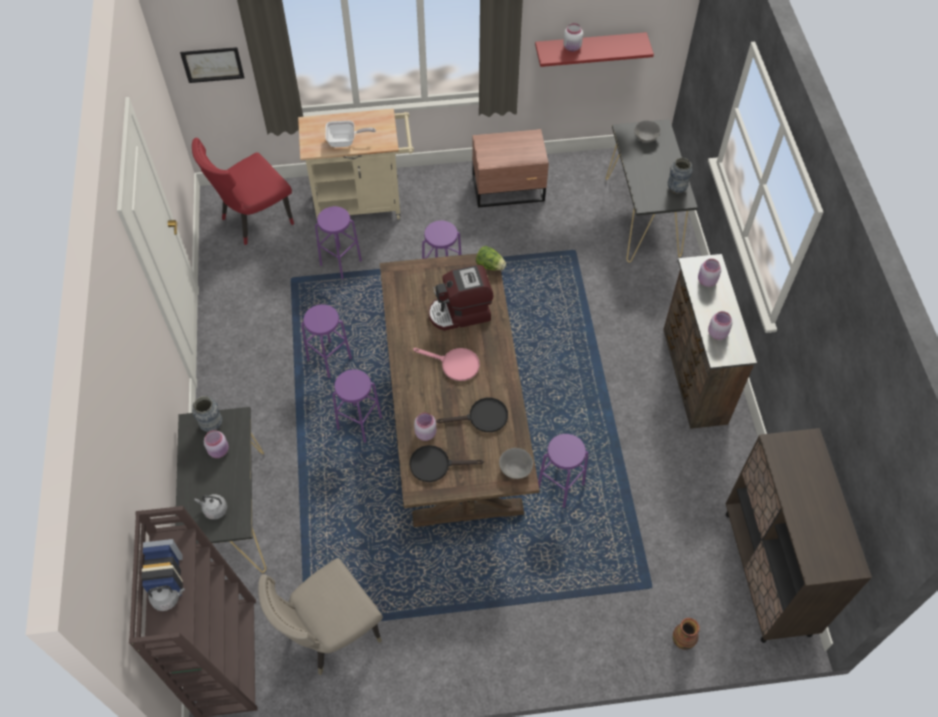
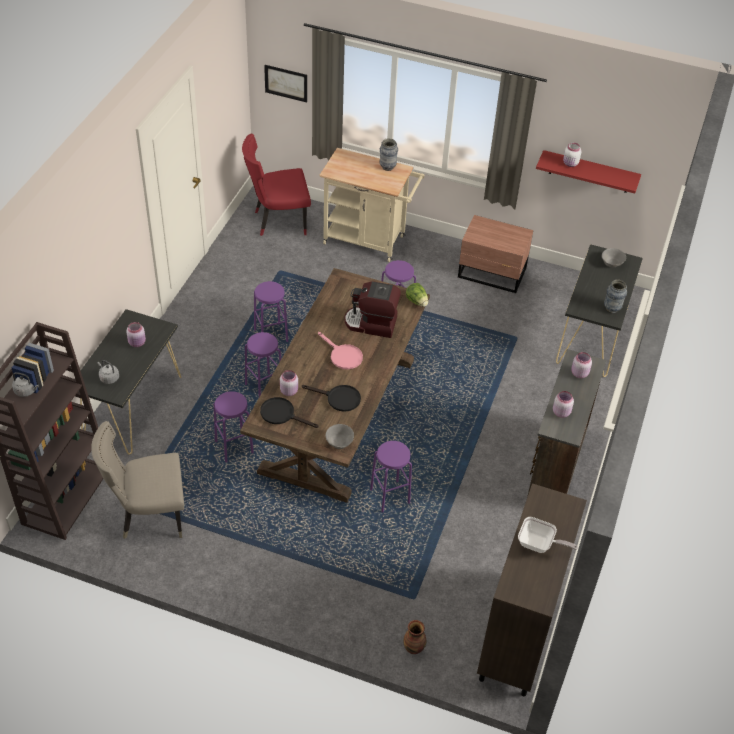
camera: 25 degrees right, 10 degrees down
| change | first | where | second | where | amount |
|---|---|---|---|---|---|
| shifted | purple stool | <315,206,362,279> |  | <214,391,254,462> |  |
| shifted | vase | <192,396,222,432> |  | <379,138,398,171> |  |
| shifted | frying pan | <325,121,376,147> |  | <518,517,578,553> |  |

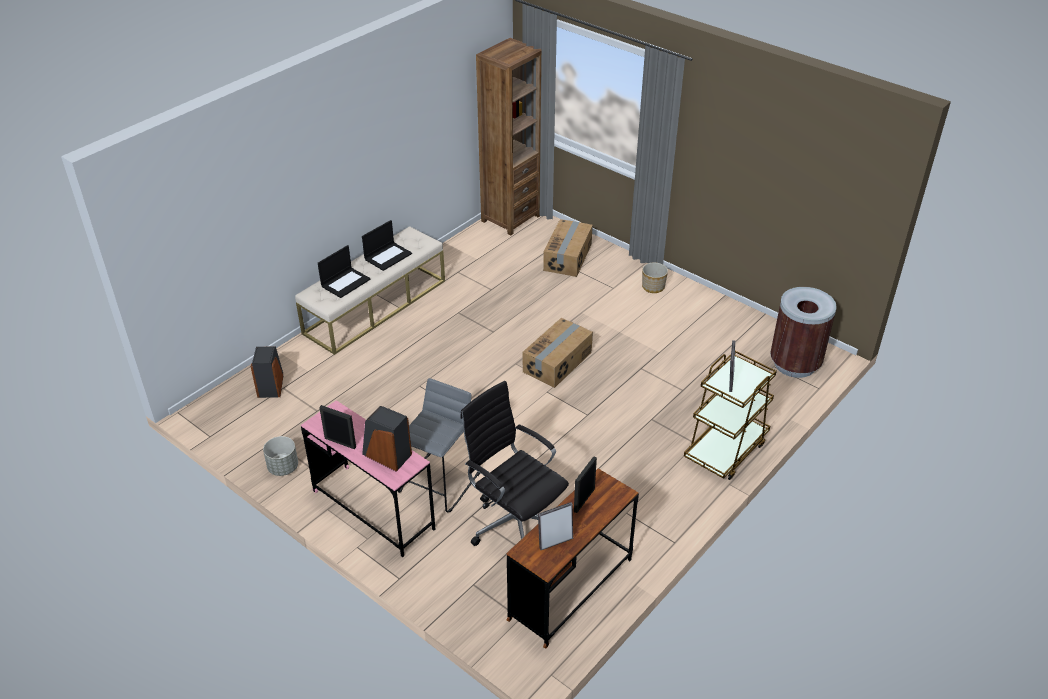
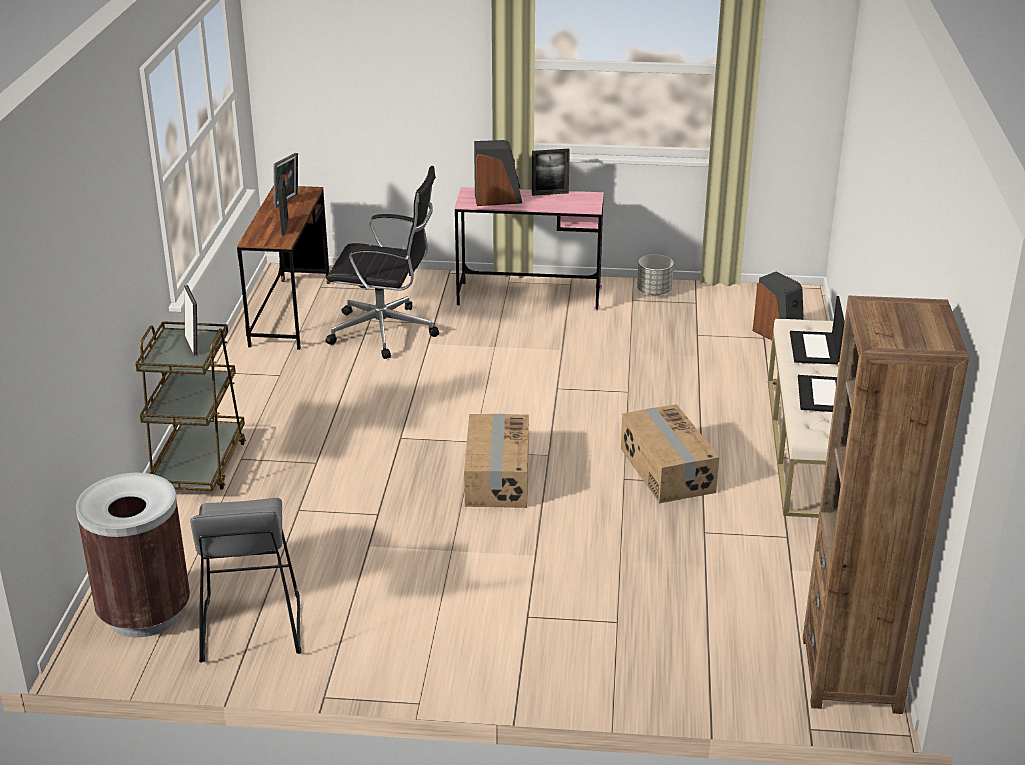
camera: 145 degrees right, 10 degrees down
| change | first | where | second | where | amount |
|---|---|---|---|---|---|
| shifted | grey stool | <398,378,480,512> |  | <190,498,301,662> |  |
| shifted | cardboard box | <543,219,593,277> |  | <621,404,719,503> |  |
| gone | planter | <642,263,668,293> |  |  |  |

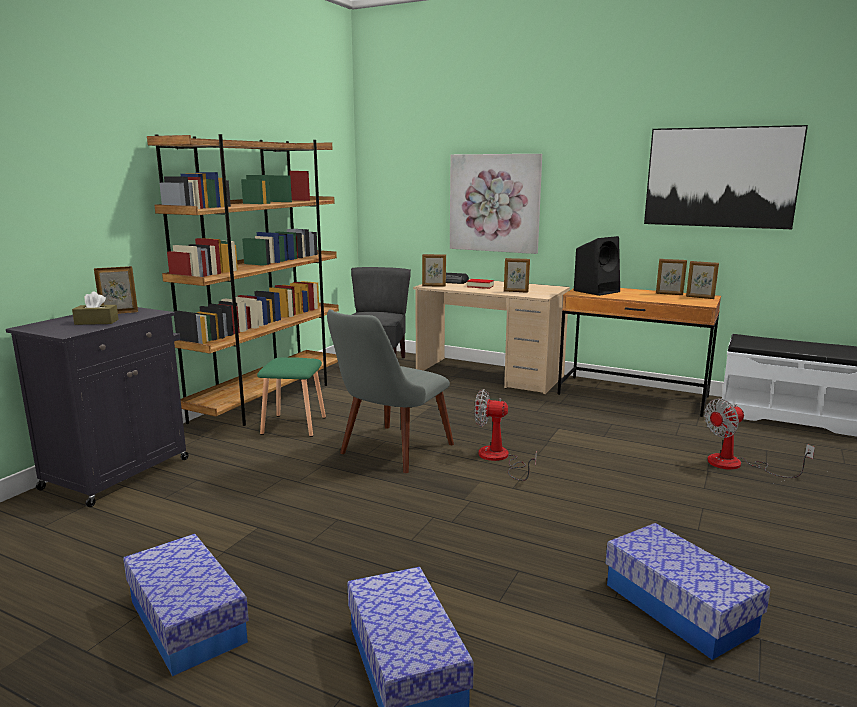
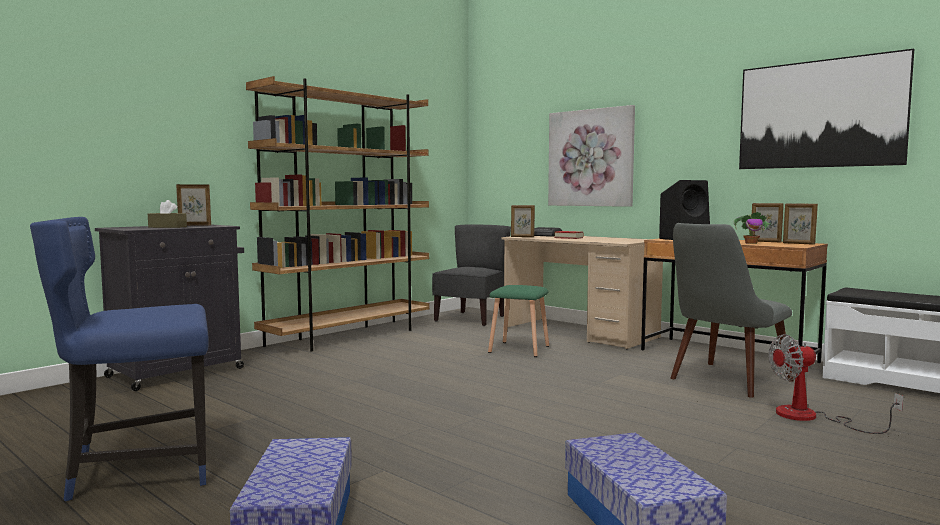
camera: 15 degrees right, 10 degrees down
| change | first | where | second | where | amount |
|---|---|---|---|---|---|
| swapped | storage box | <123,534,249,676> | blue chair | <30,217,209,502> |  |
| shifted | green stool | <257,357,326,437> |  | <488,285,549,357> |  |
| shifted | grey chair | <327,309,454,473> |  | <670,223,794,398> |  |
| new |  |  | potted plant | <733,212,770,244> |  |
| gone | fan | <475,389,537,481> |  |  |  |
| gone | picture frame | <504,258,530,293> |  |  |  |

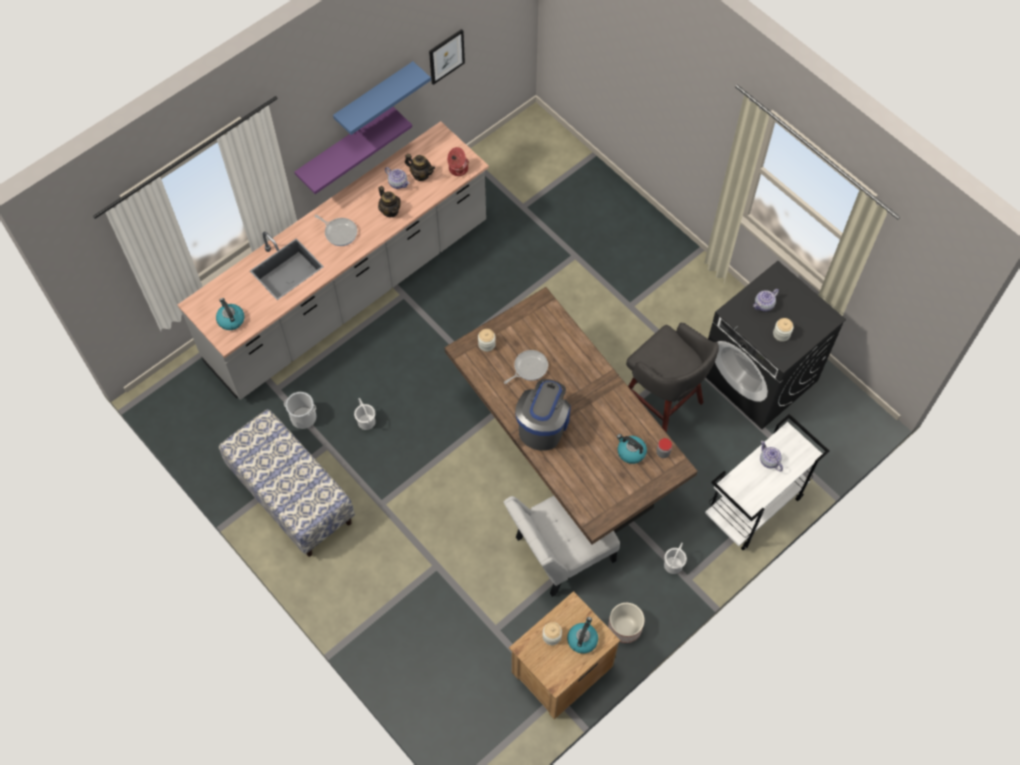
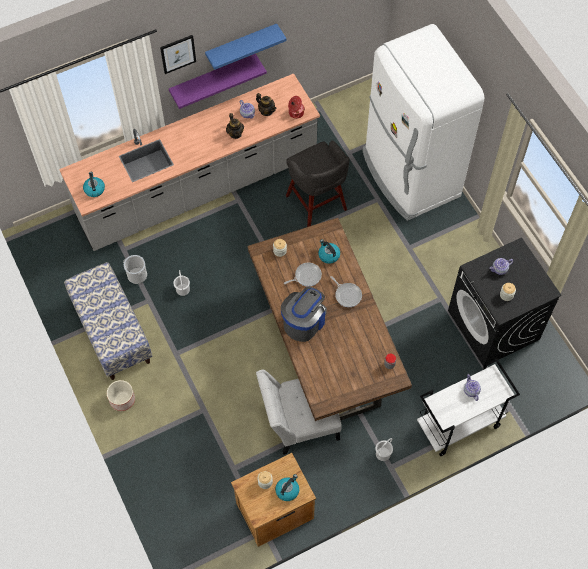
camera: 15 degrees right, 0 degrees up
| change | first | where | second | where | amount |
|---|---|---|---|---|---|
| shifted | planter | <608,603,645,643> |  | <107,380,135,411> |  |
| shifted | picture | <429,29,465,85> |  | <160,35,196,74> |  |
| shifted | grey stool | <626,323,719,433> |  | <286,140,349,227> |  |
| shifted | kettle | <617,434,647,464> |  | <318,239,340,264> |  |
| shifted | frying pan | <315,215,357,246> |  | <330,276,362,307> |  |
| new |  |  | white fridge | <363,24,484,221> |  |

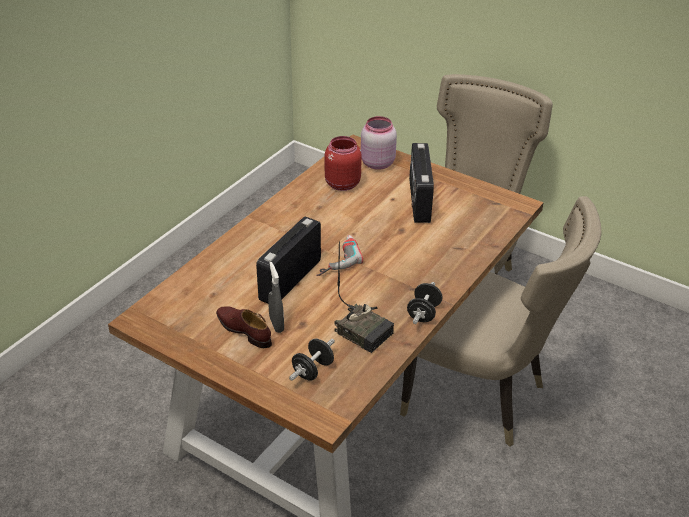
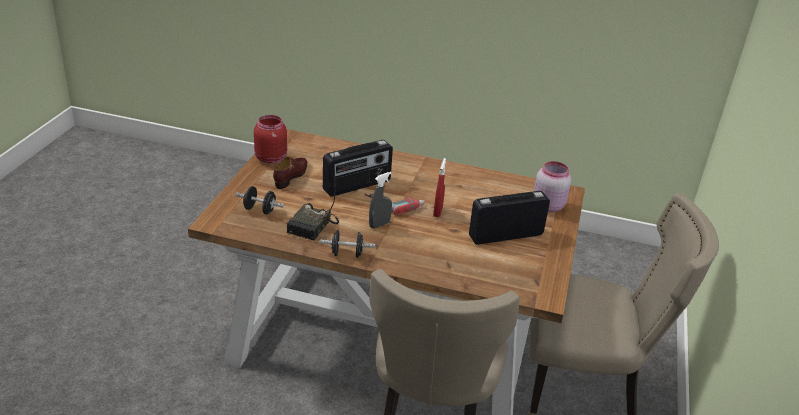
camera: 70 degrees right, 5 degrees down
| change | first | where | second | where | amount |
|---|---|---|---|---|---|
| shifted | red jar | <325,136,362,191> |  | <254,115,287,164> |  |
| rotated | radio | <256,216,321,304> |  | <323,140,393,197> | 135 degrees clockwise |
| shifted | grey spray bottle | <268,262,284,333> |  | <369,172,392,229> |  |
| new |  |  | red spray bottle | <433,158,446,217> |  |

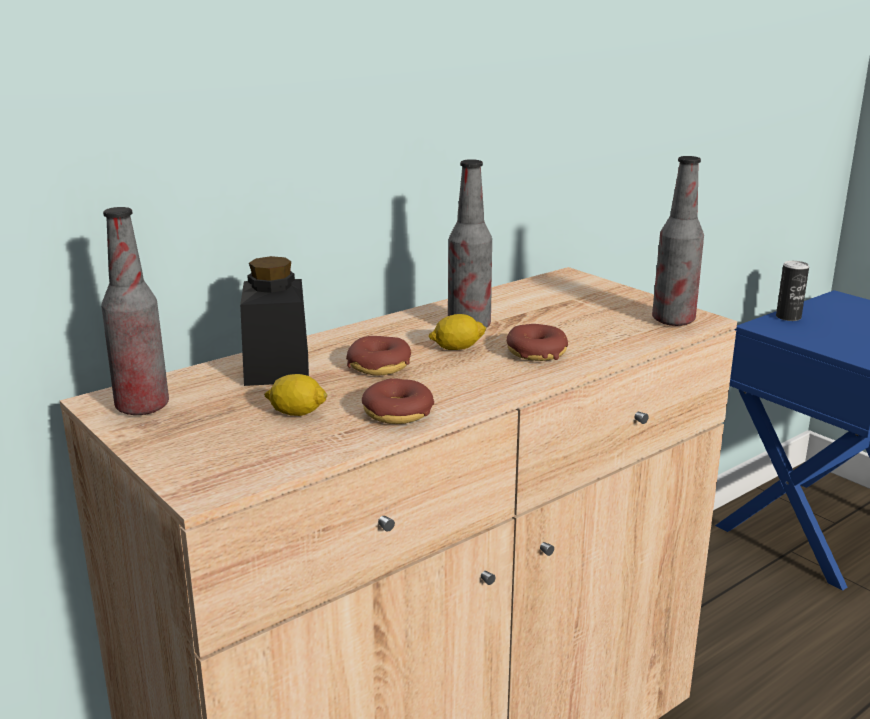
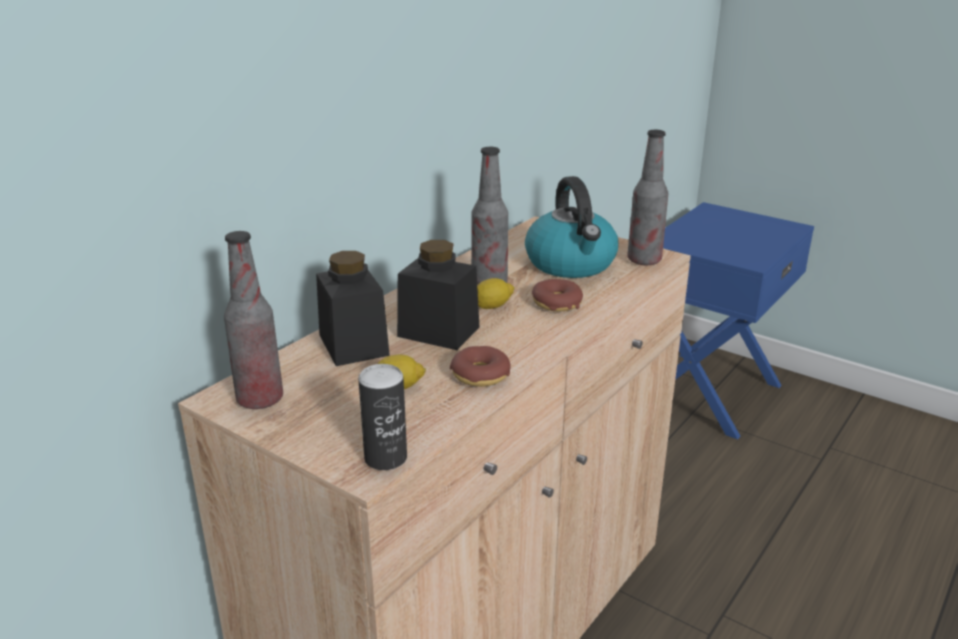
camera: 15 degrees left, 5 degrees up
| change | first | where | second | where | amount |
|---|---|---|---|---|---|
| shifted | can | <776,261,809,321> |  | <358,364,407,470> |  |
| swapped | donut | <346,336,411,375> | black jar | <397,240,480,350> |  |
| new |  |  | kettle | <525,176,618,278> |  |

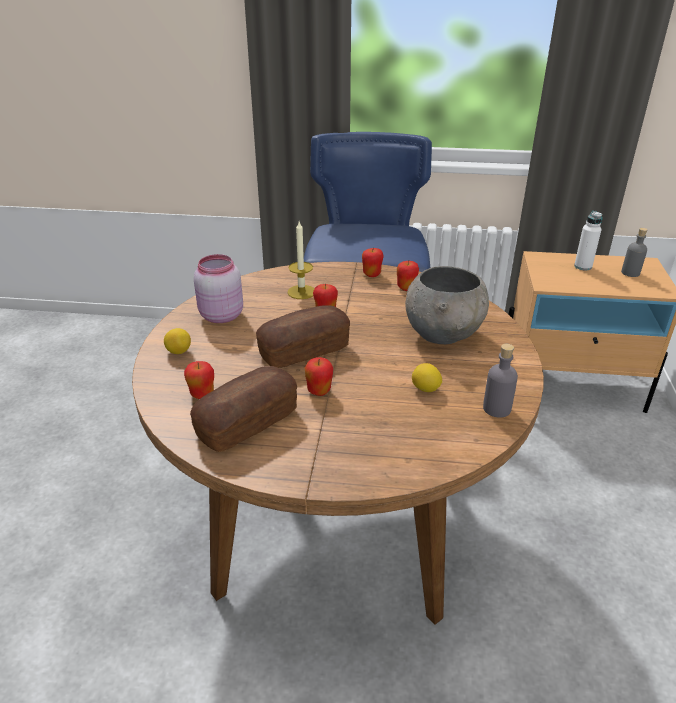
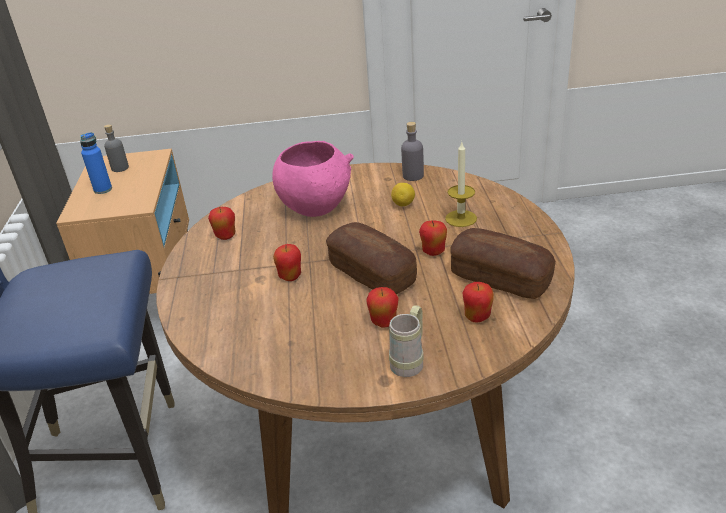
camera: 100 degrees left, 0 degrees up
| change | first | where | second | where | amount |
|---|---|---|---|---|---|
| repainted | white bottle | <574,211,602,270> | blue bottle | <80,132,112,194> |  |
| repainted | grey bowl | <405,266,489,344> | pink bowl | <272,141,354,217> |  |
| shifted | apple | <362,247,383,277> |  | <366,287,399,328> |  |
| swapped | lemon | <164,328,191,354> | beige mug | <389,305,424,377> |  |
| shifted | candle | <287,222,314,299> |  | <445,142,477,227> |  |
| gone | pink jar | <194,254,243,323> |  |  |  |

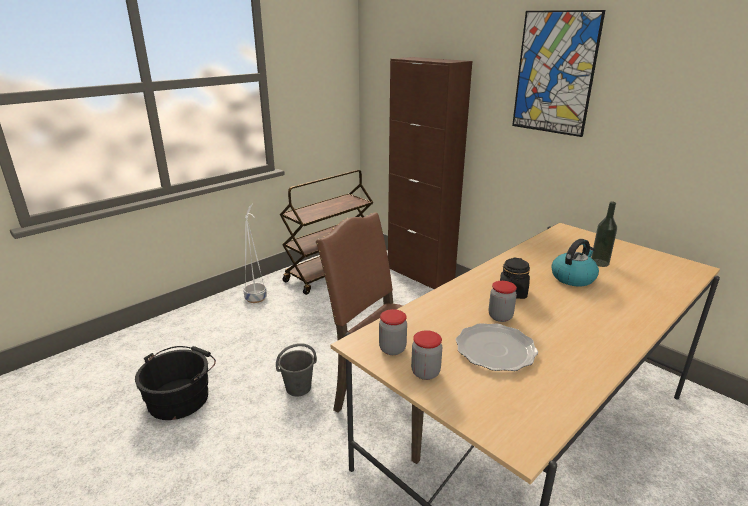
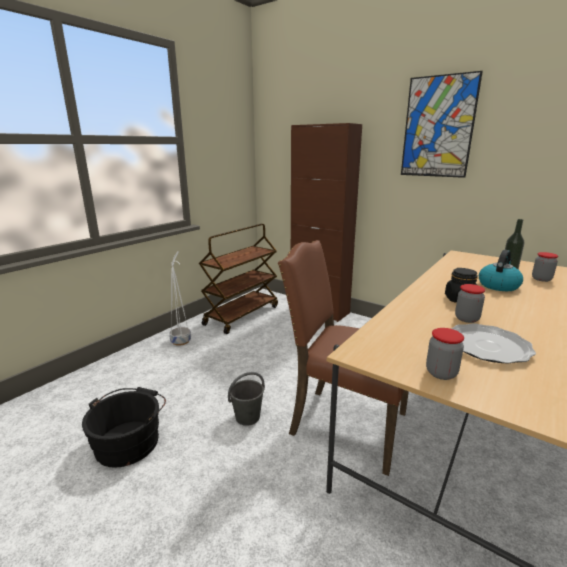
camera: 10 degrees left, 5 degrees down
| change | first | where | second | where | amount |
|---|---|---|---|---|---|
| shifted | jar | <379,309,407,355> |  | <532,252,558,282> |  |

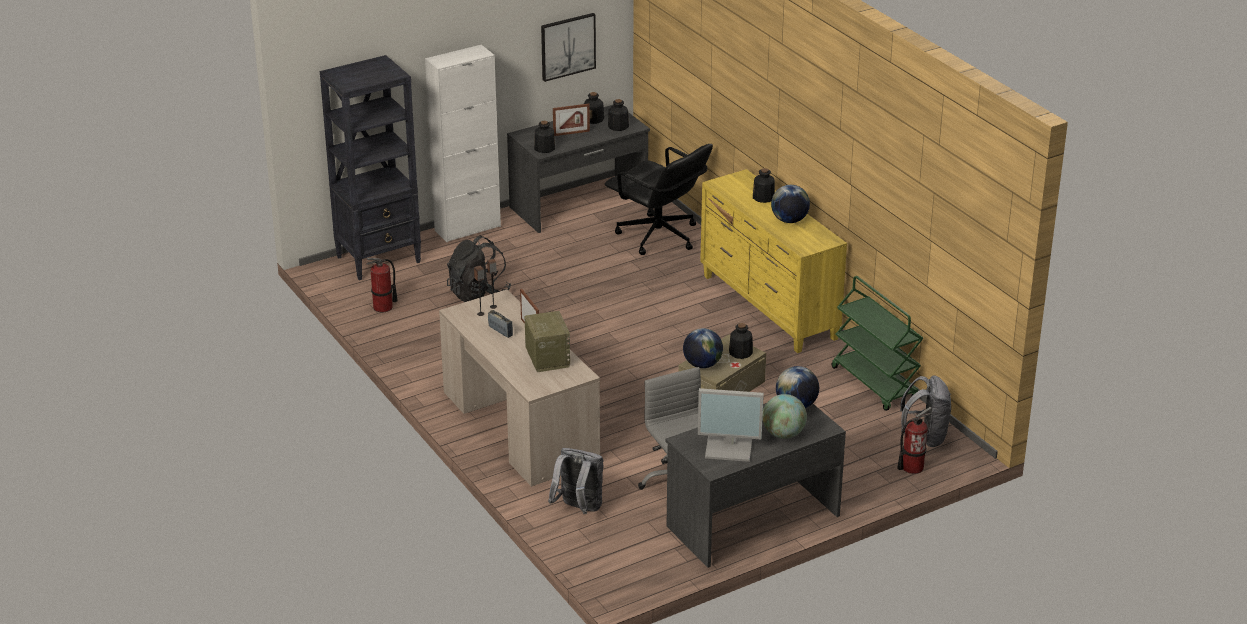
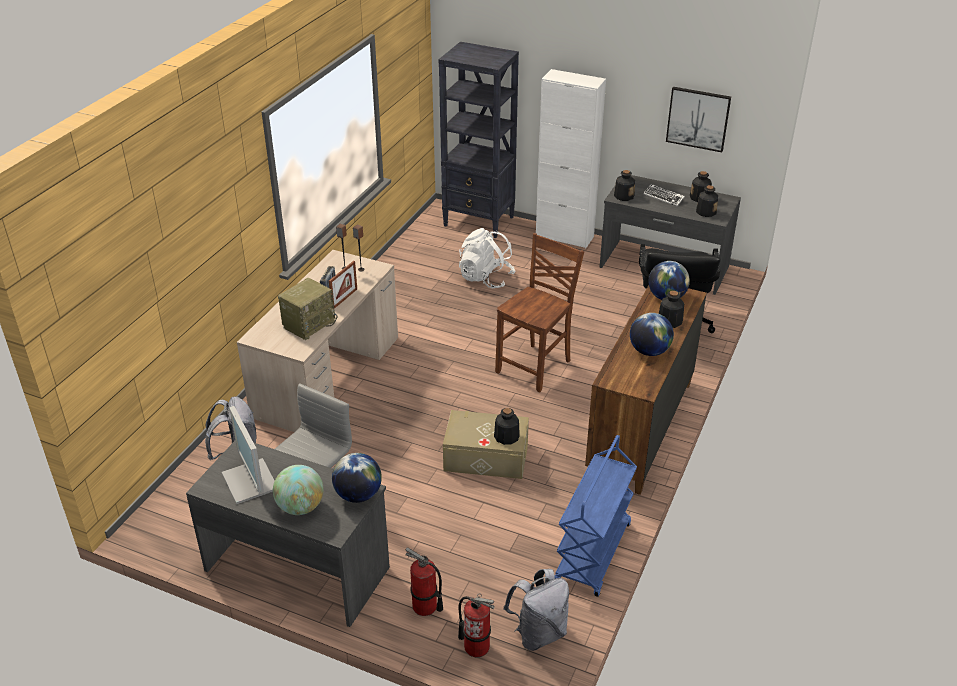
camera: 55 degrees right, 5 degrees up
| change | first | where | second | where | amount |
|---|---|---|---|---|---|
| shifted | fire extinguisher | <366,258,398,312> |  | <405,547,443,616> |  |
| repainted | black backpack | <447,235,511,302> | white backpack | <459,228,516,288> |  |
| new |  |  | brown chair | <495,233,584,393> |  |
| repainted | green cart | <831,276,923,411> | blue cart | <555,435,637,597> |  |
| repainted | yellow dresser | <700,169,847,353> | brown dresser | <585,285,707,495> |  |
| swapped | picture frame | <553,104,590,136> | keyboard | <643,184,685,206> |  |
| shifted | globe | <683,328,723,368> |  | <649,261,690,300> |  |

